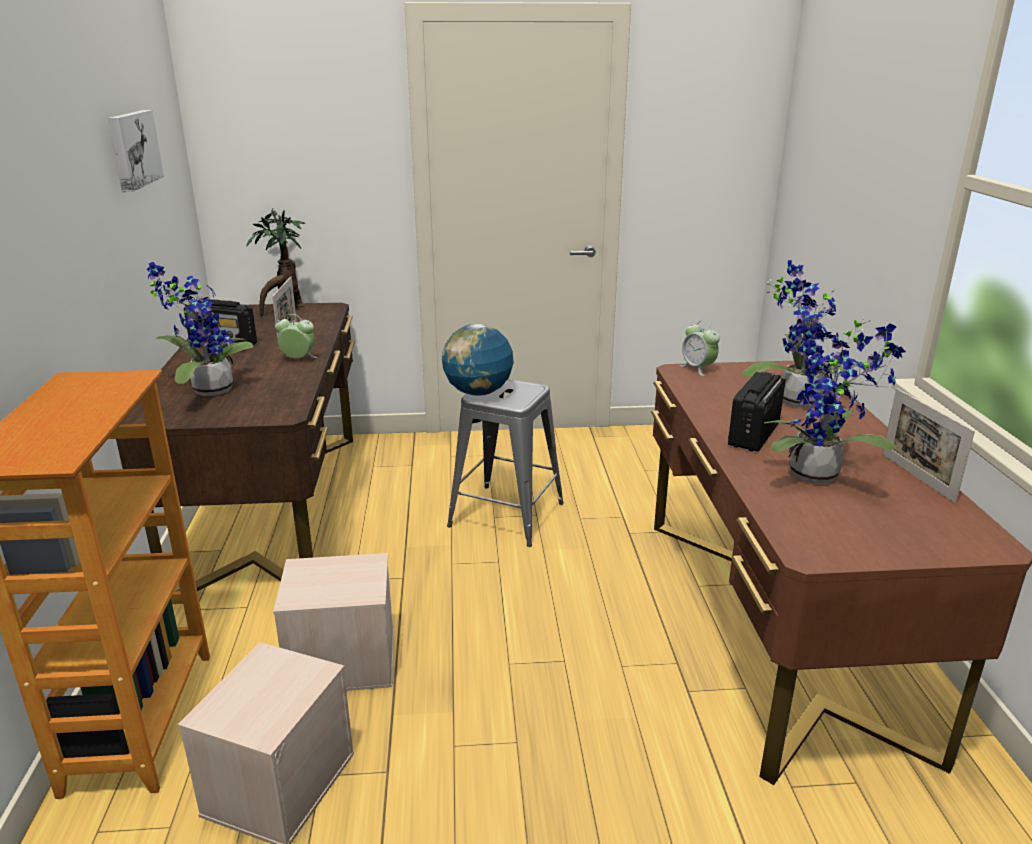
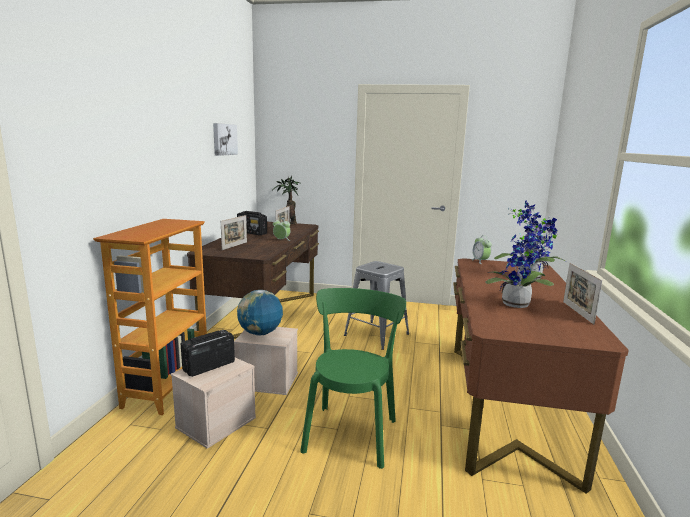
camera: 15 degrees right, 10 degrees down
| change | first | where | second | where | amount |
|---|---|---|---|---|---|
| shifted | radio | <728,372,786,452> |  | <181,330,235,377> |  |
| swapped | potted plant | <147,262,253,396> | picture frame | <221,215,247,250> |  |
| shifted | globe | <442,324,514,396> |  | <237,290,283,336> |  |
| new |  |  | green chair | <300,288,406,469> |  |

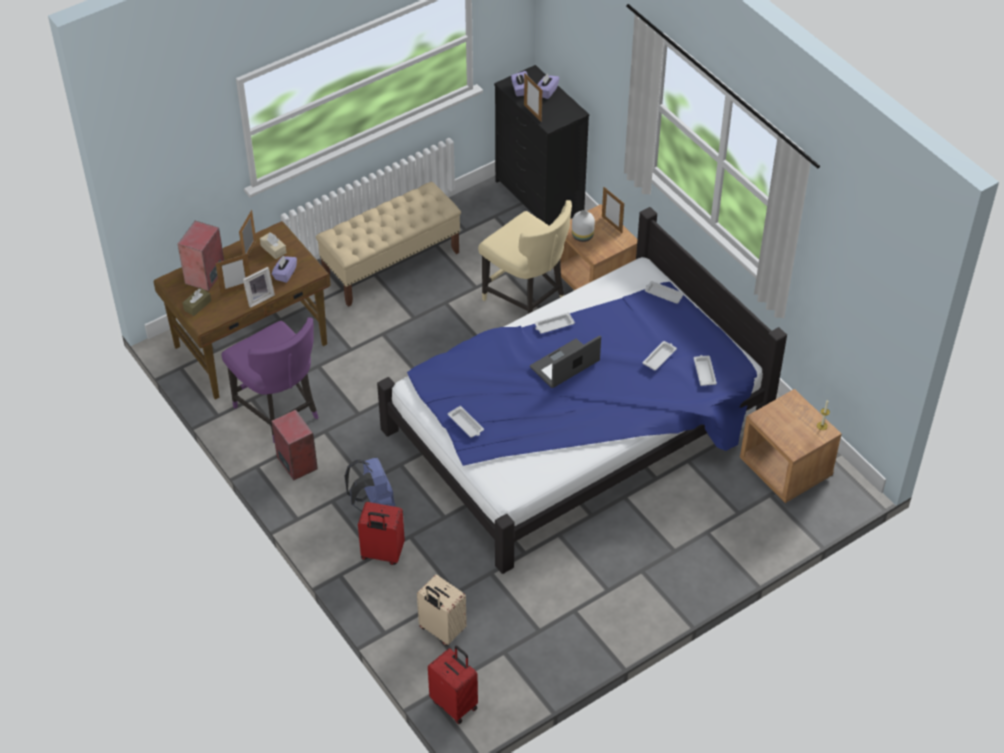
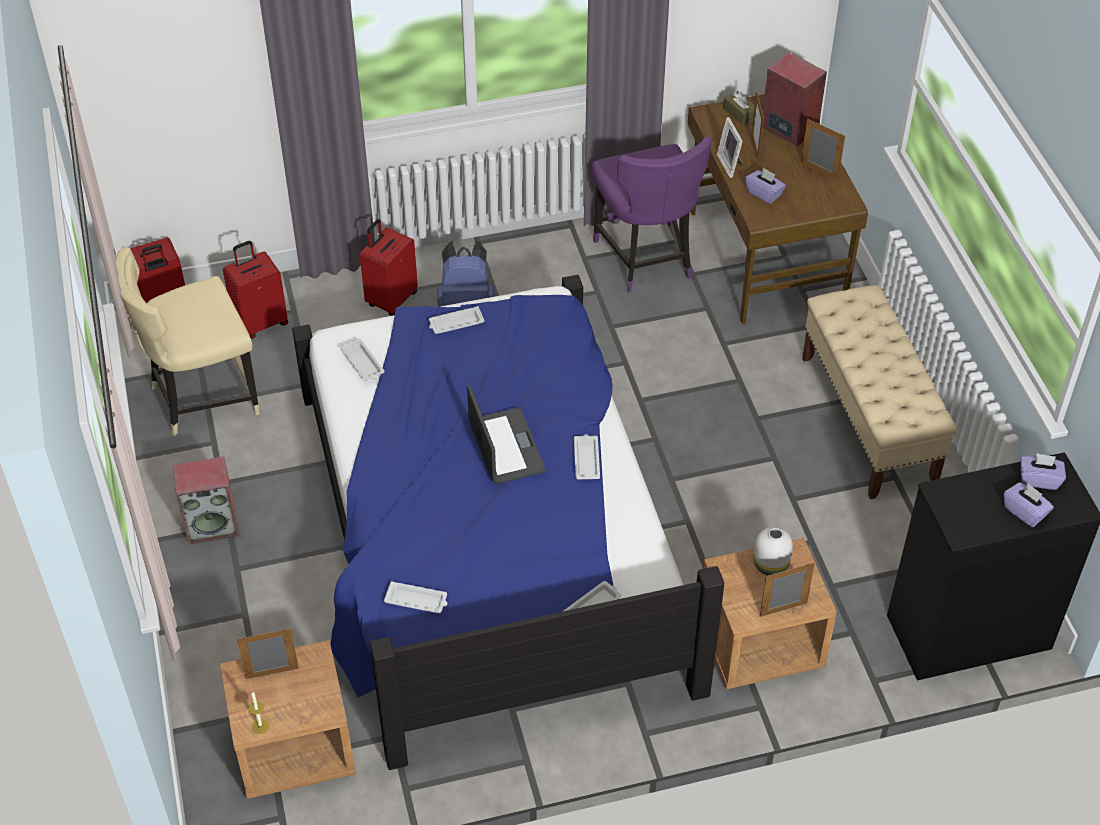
camera: 110 degrees right, 0 degrees up
| change | first | where | second | where | amount |
|---|---|---|---|---|---|
| shifted | beige chair | <478,200,572,314> |  | <115,247,260,436> |  |
| shifted | speaker | <272,410,318,480> |  | <173,456,239,544> |  |
| repainted | beige suitcase | <417,575,467,646> | red suitcase | <223,241,288,339> |  |
| shifted | picture frame | <524,73,542,122> |  | <237,628,299,679> |  |
| shifted | white tray | <642,341,677,370> |  | <341,339,384,381> |  |
| rotated | purple chair | <222,318,319,443> |  | <592,137,712,292> | 90 degrees counterclockwise |
| gone | beige tissue box | <260,232,286,259> |  |  |  |

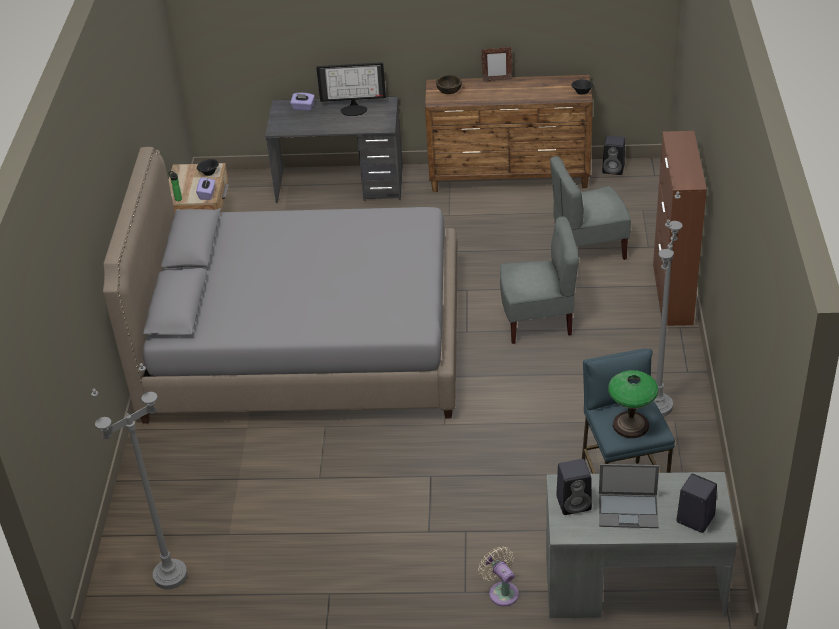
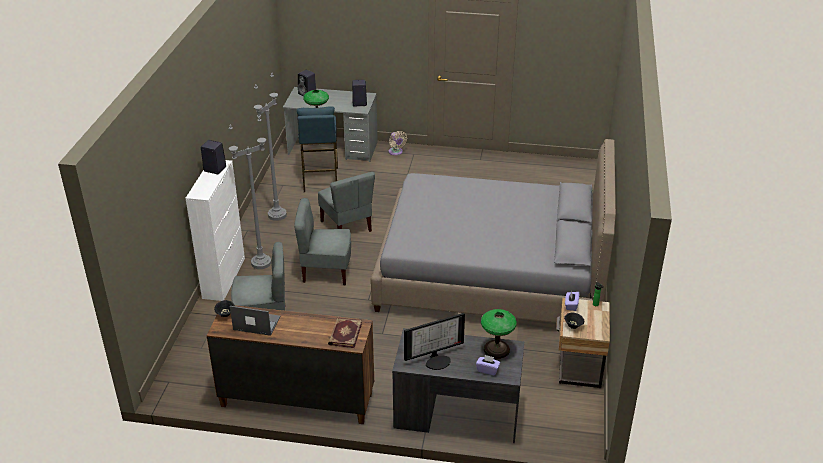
camera: 175 degrees left, 5 degrees down
| change | first | where | second | where | amount |
|---|---|---|---|---|---|
| repainted | brown cabinet | <653,131,707,326> | white cabinet | <185,160,245,301> |  |
| shifted | black speaker | <602,136,625,175> |  | <201,140,226,174> |  |
| shifted | grey floor lamp | <91,363,187,590> |  | <229,117,271,269> |  |
| shifted | laptop | <599,464,659,528> |  | <230,306,281,336> |  |
| new |  |  | grey chair | <318,172,375,232> |  |
| swapped | brown bowl | <436,75,462,94> | book | <328,318,362,348> |  |
| rotated | monitor | <316,62,386,116> |  | <404,313,465,370> | 150 degrees clockwise |
| new |  |  | table lamp | <481,309,517,359> |  |
| gone | picture frame | <481,47,512,81> |  |  |  |

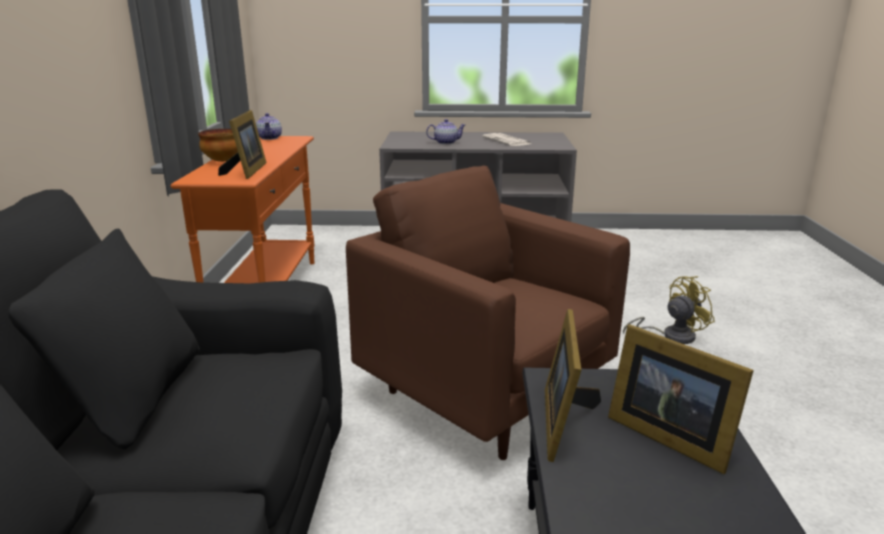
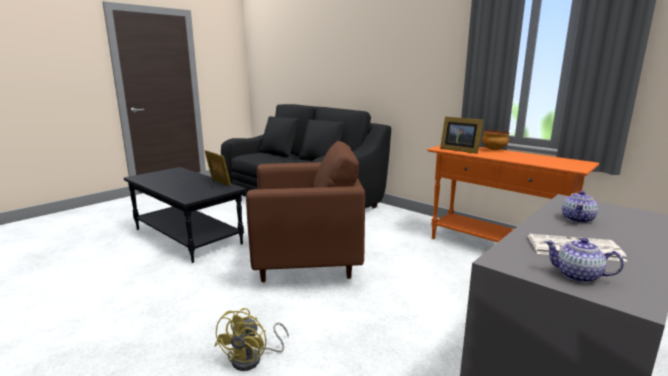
camera: 130 degrees right, 5 degrees down
| change | first | where | second | where | amount |
|---|---|---|---|---|---|
| shifted | teapot | <256,113,282,140> |  | <544,238,624,283> |  |
| gone | picture frame | <608,324,754,474> |  |  |  |

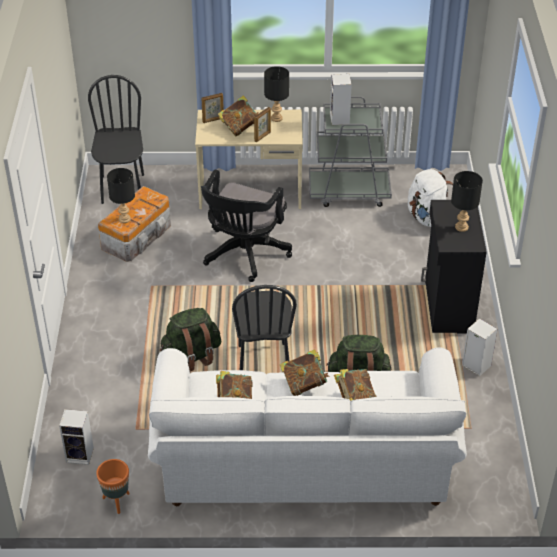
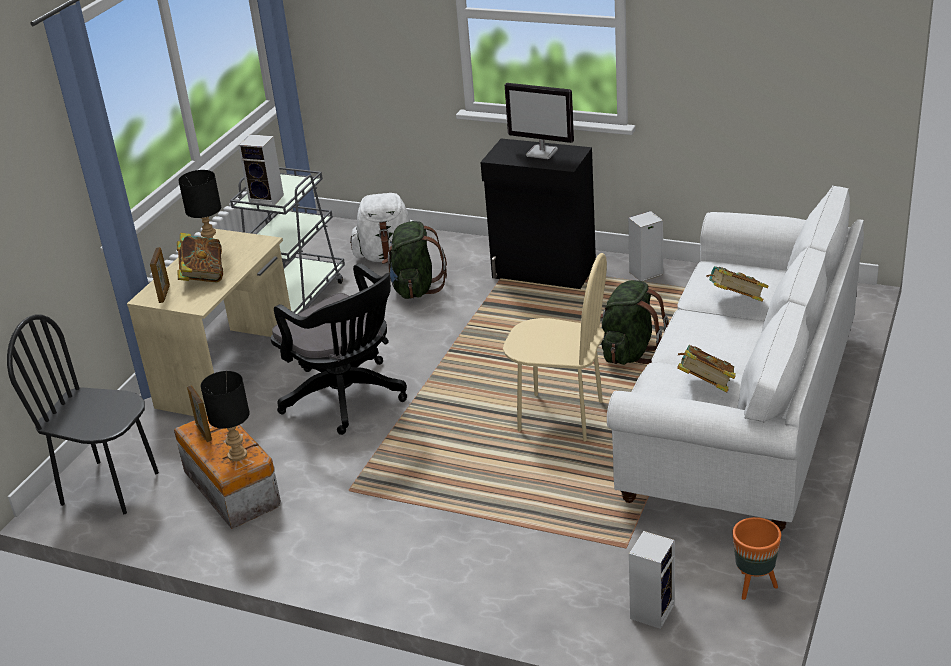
camera: 65 degrees left, 10 degrees down
| change | first | where | second | where | amount |
|---|---|---|---|---|---|
| shifted | picture frame | <254,107,271,142> |  | <187,385,212,442> |  |
| shifted | green backpack | <160,308,222,371> |  | <382,221,447,299> |  |
| repainted | black chair | <232,285,297,370> | beige chair | <503,253,607,441> |  |
| swapped | black table lamp | <451,171,483,232> | monitor | <505,83,574,159> |  |
| gone | book | <280,349,330,396> |  |  |  |

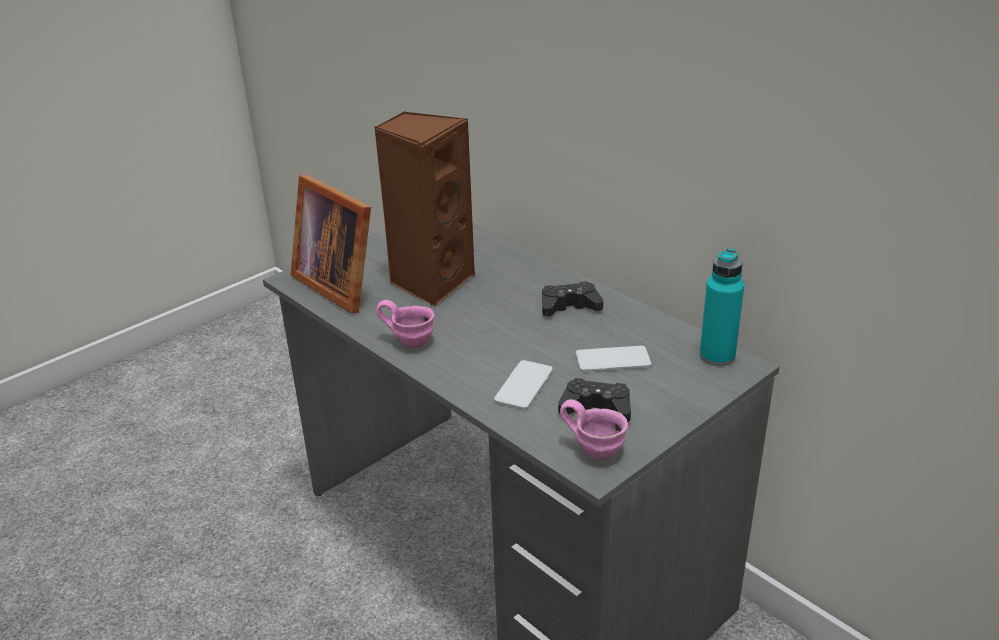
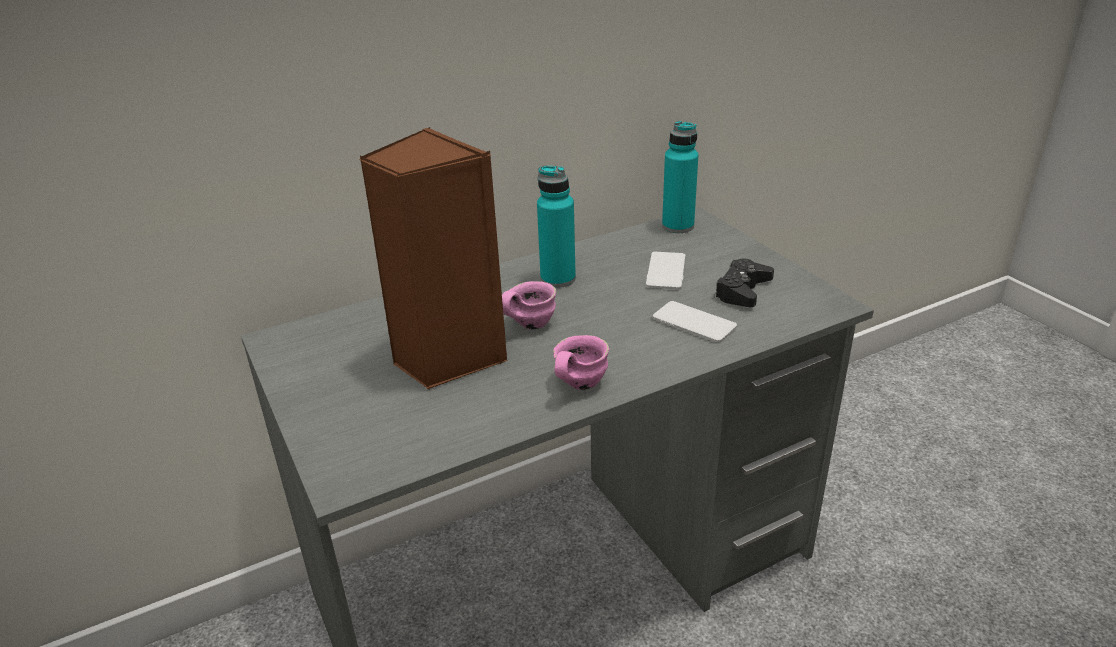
camera: 75 degrees left, 0 degrees up
| change | first | where | second | where | amount |
|---|---|---|---|---|---|
| shifted | pink mug | <560,400,628,460> |  | <502,281,557,329> |  |
| swapped | black game controller | <542,281,603,316> | turquoise bottle | <537,166,576,288> |  |
| gone | picture frame | <290,175,371,314> |  |  |  |

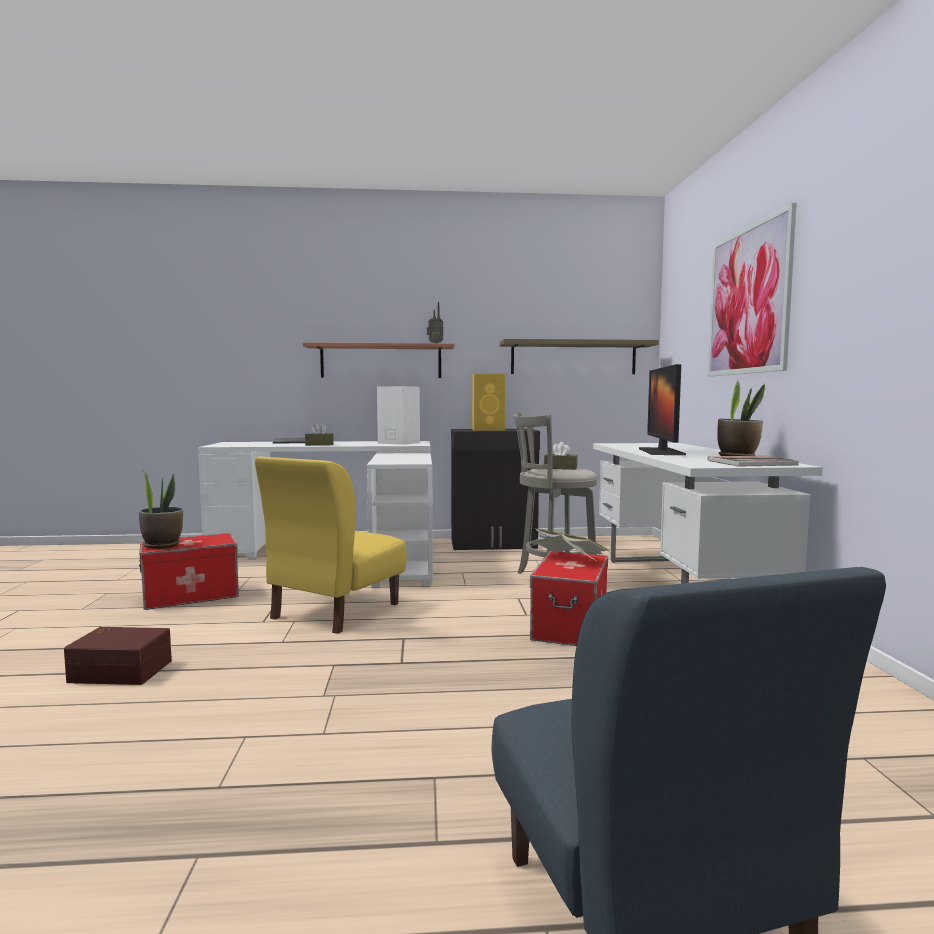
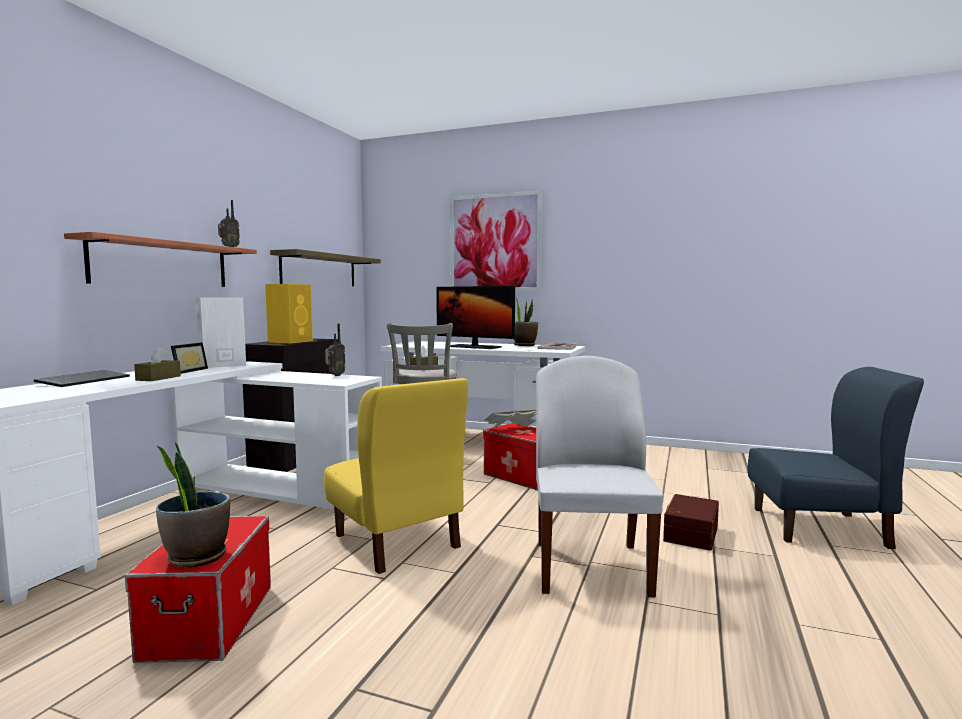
camera: 65 degrees left, 0 degrees up
| change | first | where | second | where | amount |
|---|---|---|---|---|---|
| new |  |  | picture frame | <171,342,208,374> |  |
| new |  |  | radio | <325,324,346,376> |  |
| new |  |  | white chair | <536,356,664,597> |  |
| shifted | brown storage box | <64,627,172,685> |  | <663,494,719,551> |  |

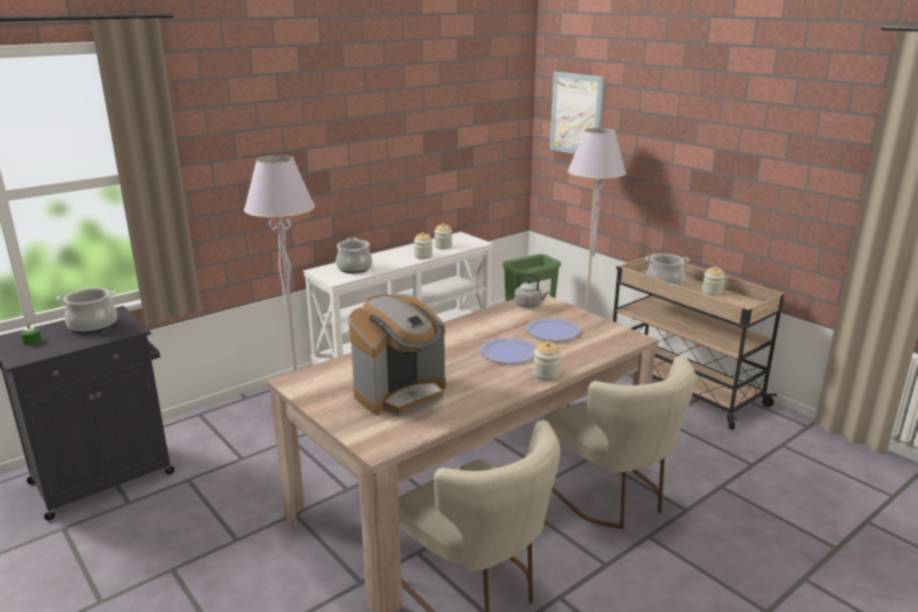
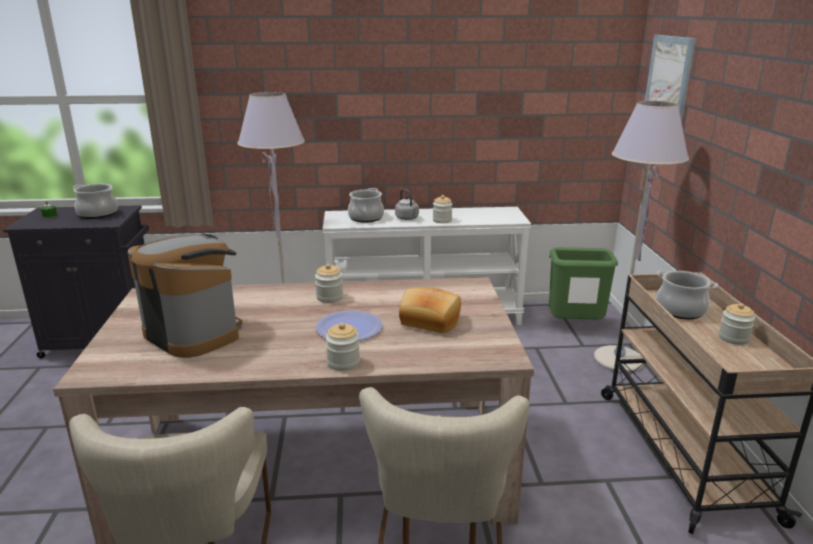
camera: 35 degrees right, 0 degrees up
| change | first | where | second | where | amount |
|---|---|---|---|---|---|
| rotated | coffee machine | <348,295,446,416> |  | <128,234,243,358> | 135 degrees counterclockwise |
| shifted | jar | <434,223,452,249> |  | <315,264,343,303> |  |
| shifted | grey kettle | <514,273,549,308> |  | <395,189,419,220> |  |
| swapped | plate | <526,318,580,341> | bread | <399,288,461,333> |  |

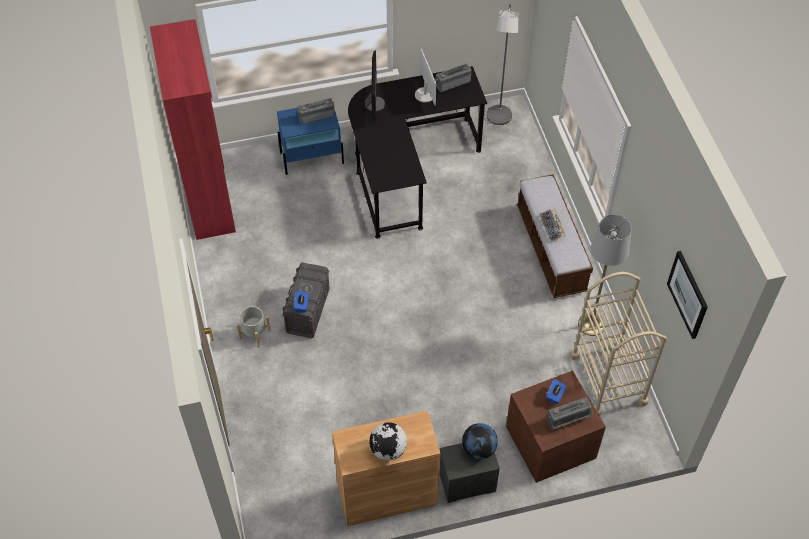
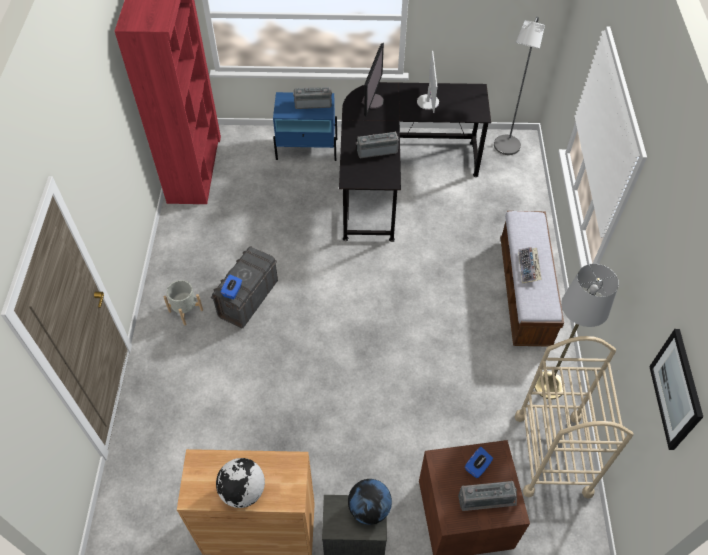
camera: 15 degrees right, 0 degrees up
| change | first | where | second | where | amount |
|---|---|---|---|---|---|
| shifted | radio | <435,64,471,92> |  | <356,132,399,158> |  |

